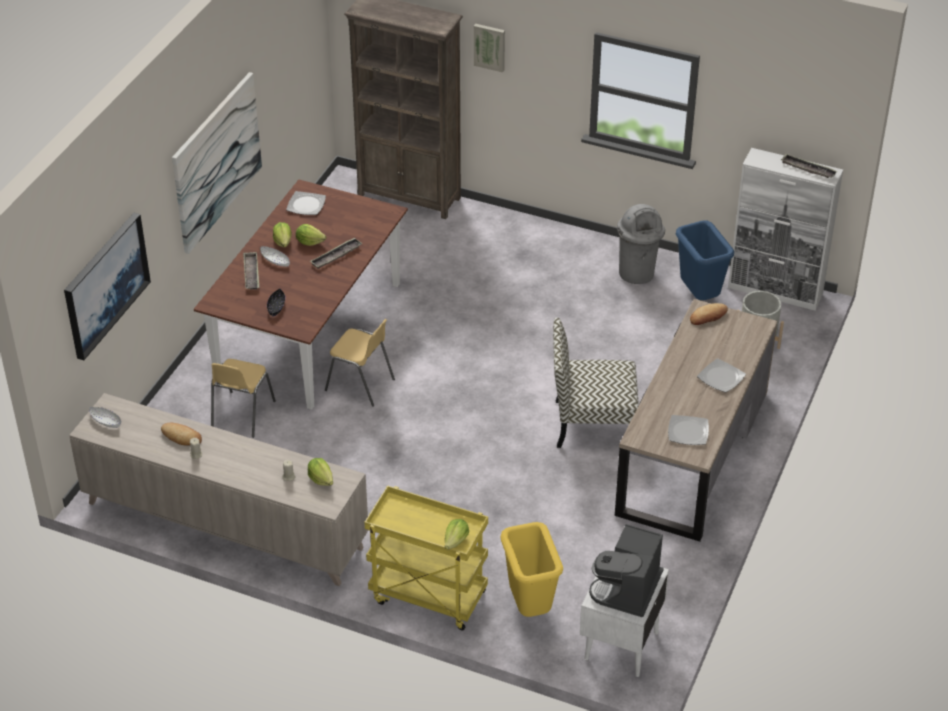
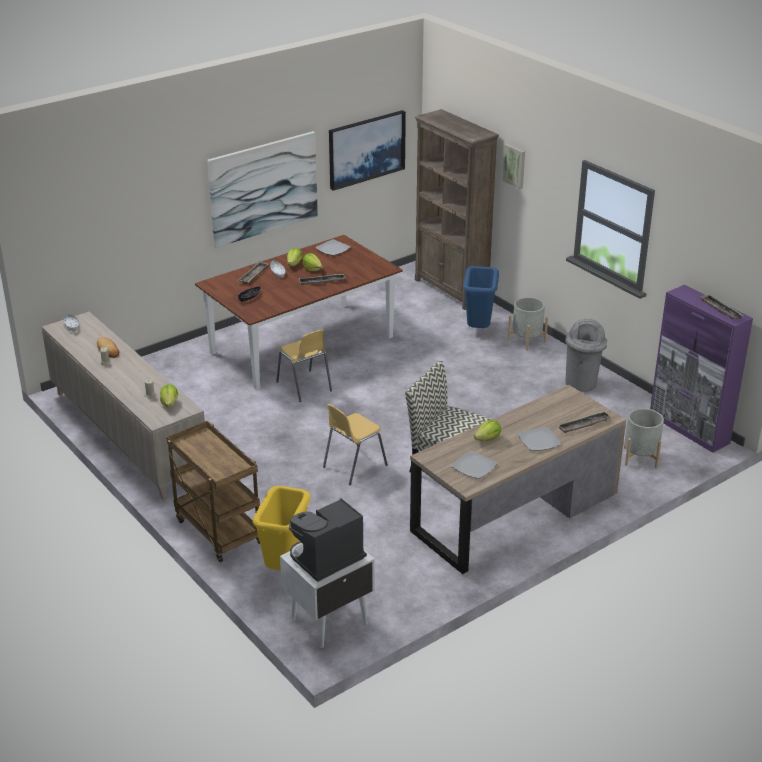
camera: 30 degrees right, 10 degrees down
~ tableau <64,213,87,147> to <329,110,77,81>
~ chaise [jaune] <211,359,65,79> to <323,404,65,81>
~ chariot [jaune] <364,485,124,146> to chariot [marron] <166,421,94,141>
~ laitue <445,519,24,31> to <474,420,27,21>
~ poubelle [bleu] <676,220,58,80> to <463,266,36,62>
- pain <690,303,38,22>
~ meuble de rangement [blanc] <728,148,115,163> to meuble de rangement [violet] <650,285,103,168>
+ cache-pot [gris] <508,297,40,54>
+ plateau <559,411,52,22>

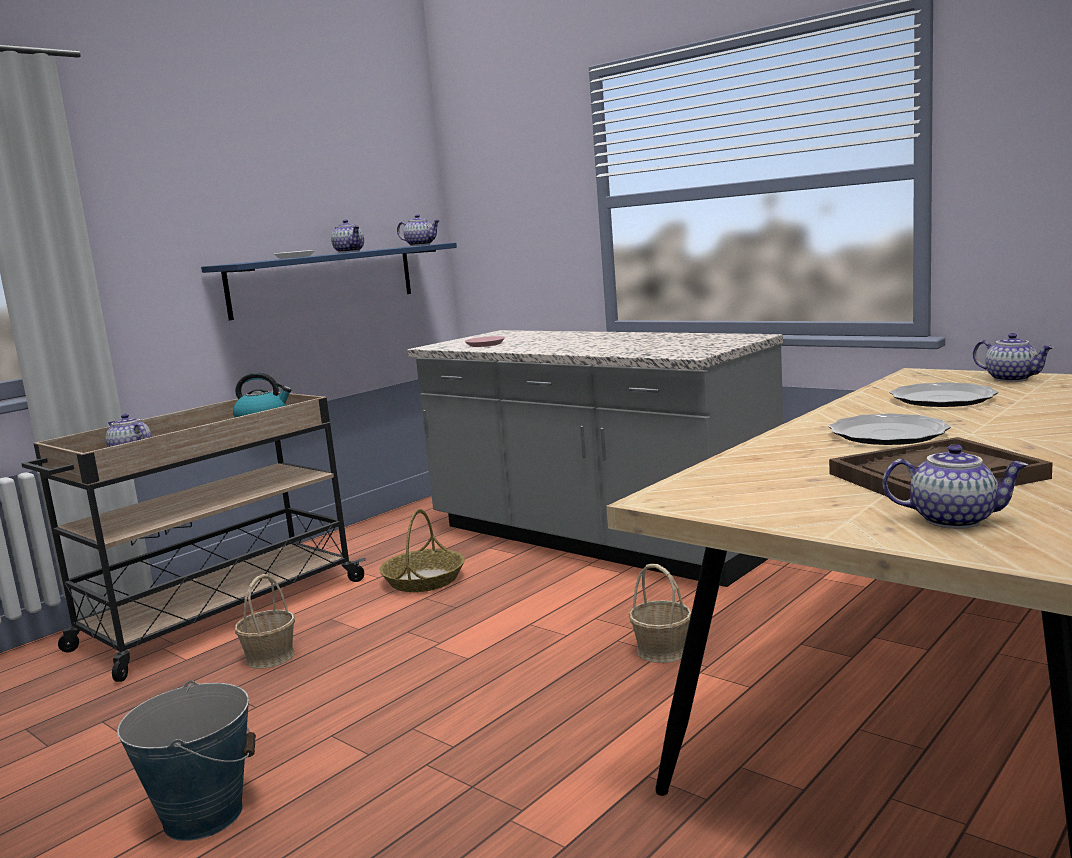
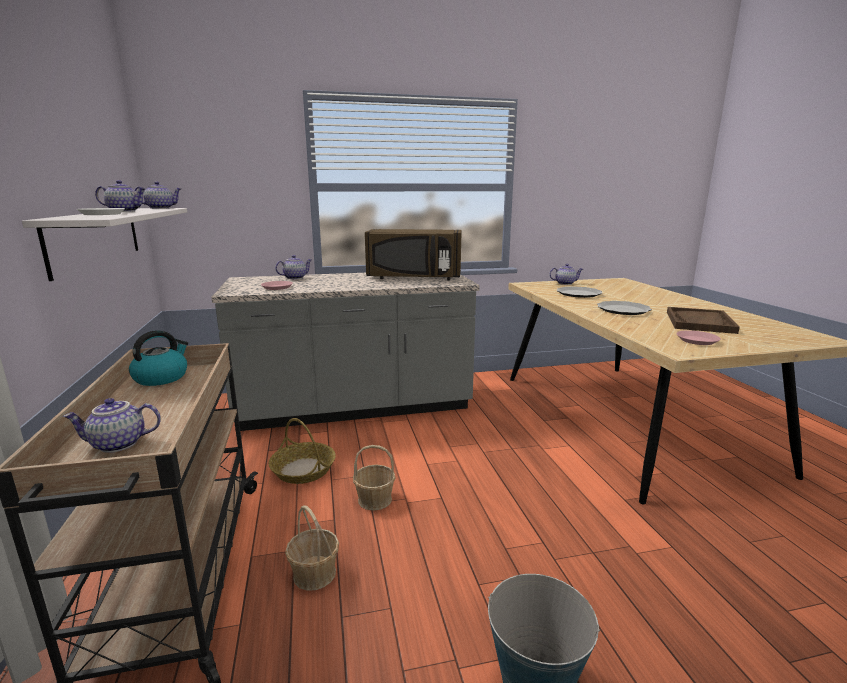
camera: 55 degrees left, 5 degrees up
~ étagère [bleu] <201,243,256,77> to étagère [blanc] <22,208,165,73>
~ panier <629,564,62,99> to <353,445,43,66>
~ théière <883,444,146,85> to <275,255,36,24>
+ micro-ondes [marron] <365,229,97,51>
+ assiette [rose] <677,330,44,15>

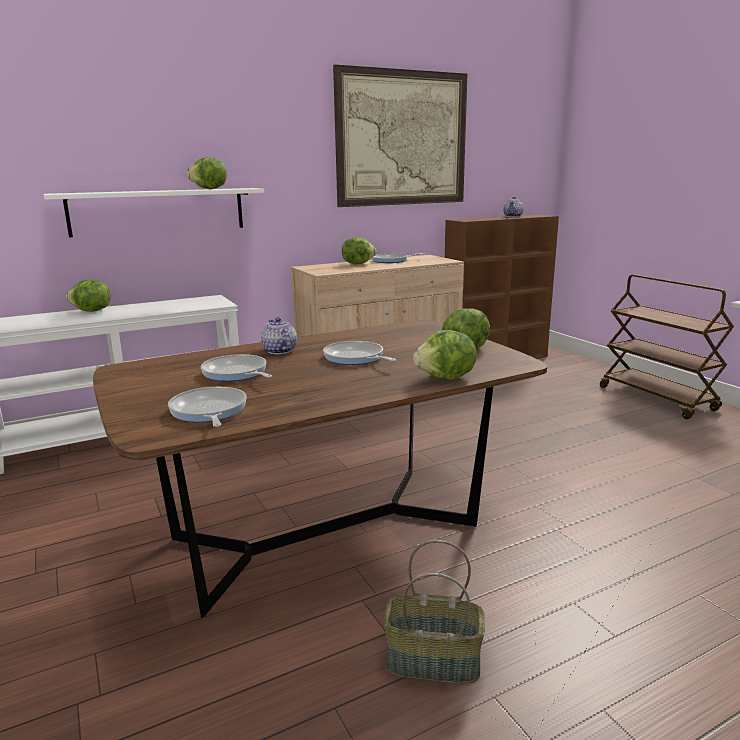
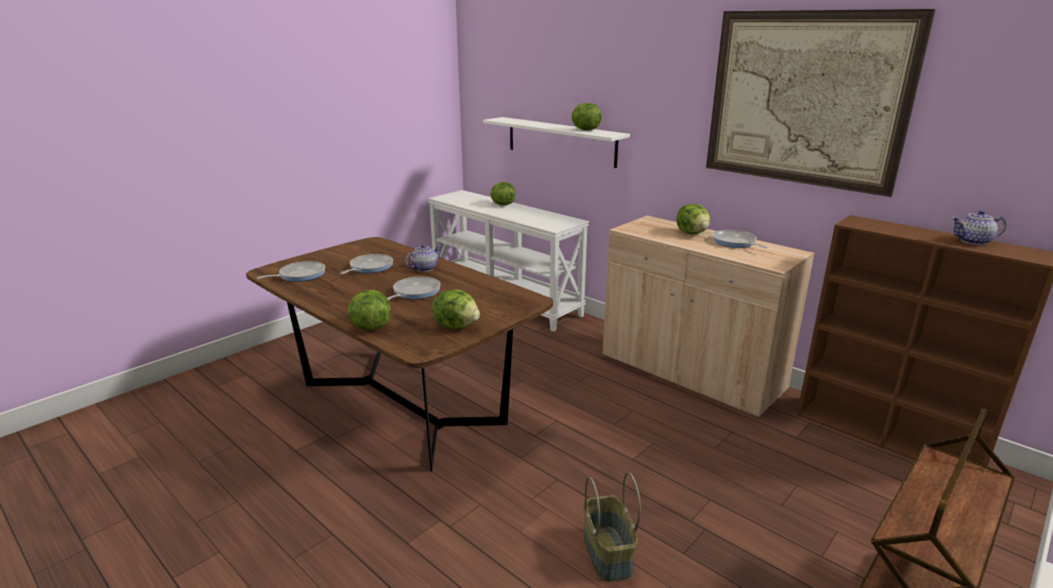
camera: 70 degrees right, 5 degrees up
~ panier <384,540,101,144> to <584,472,57,110>

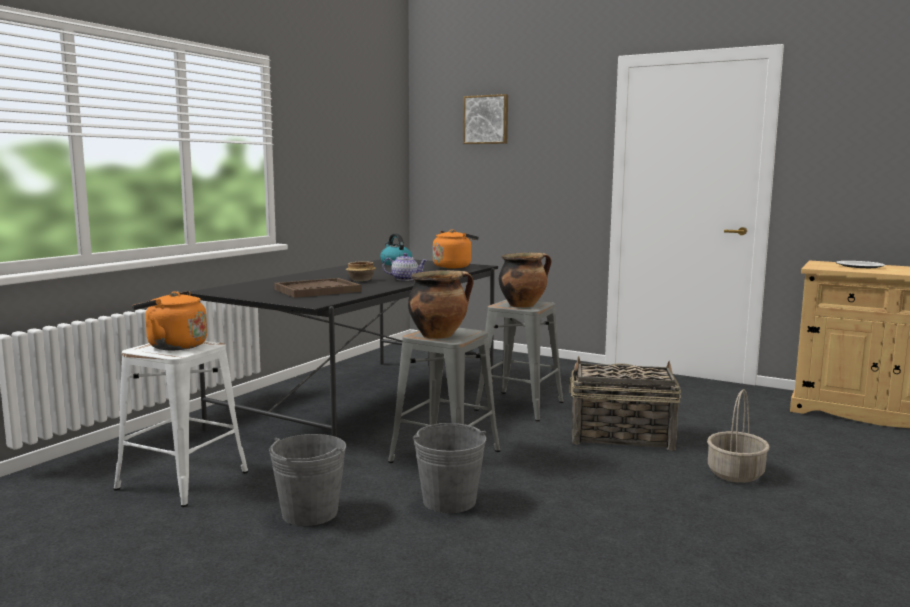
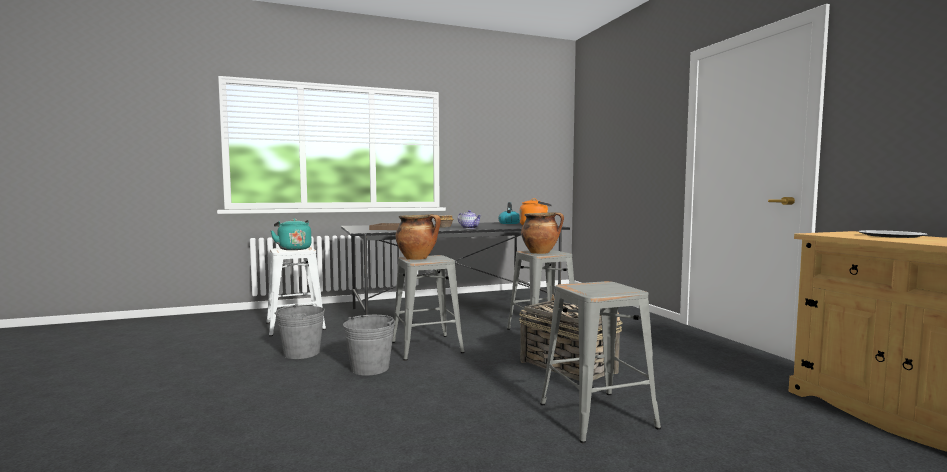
camera: 40 degrees right, 5 degrees down
~ bouilloire [orange] <132,291,75,59> to bouilloire [turquoise] <271,219,41,31>
- tableau <463,94,45,50>
~ panier <707,389,62,94> to tabouret [gris] <540,281,121,162>

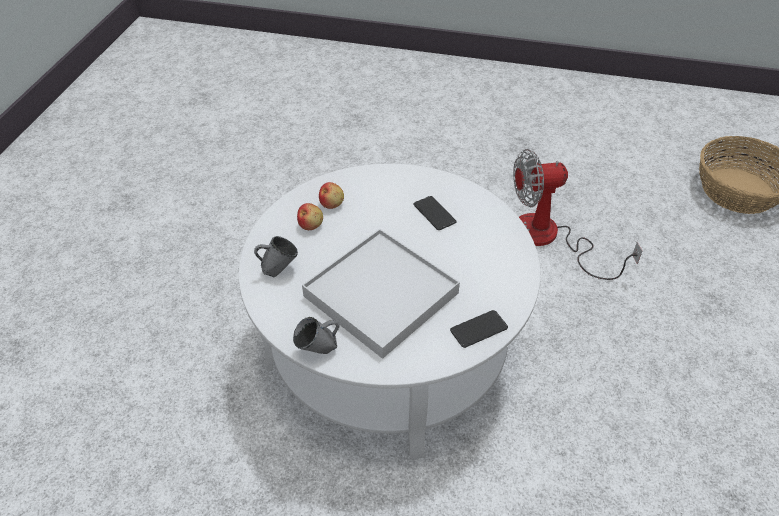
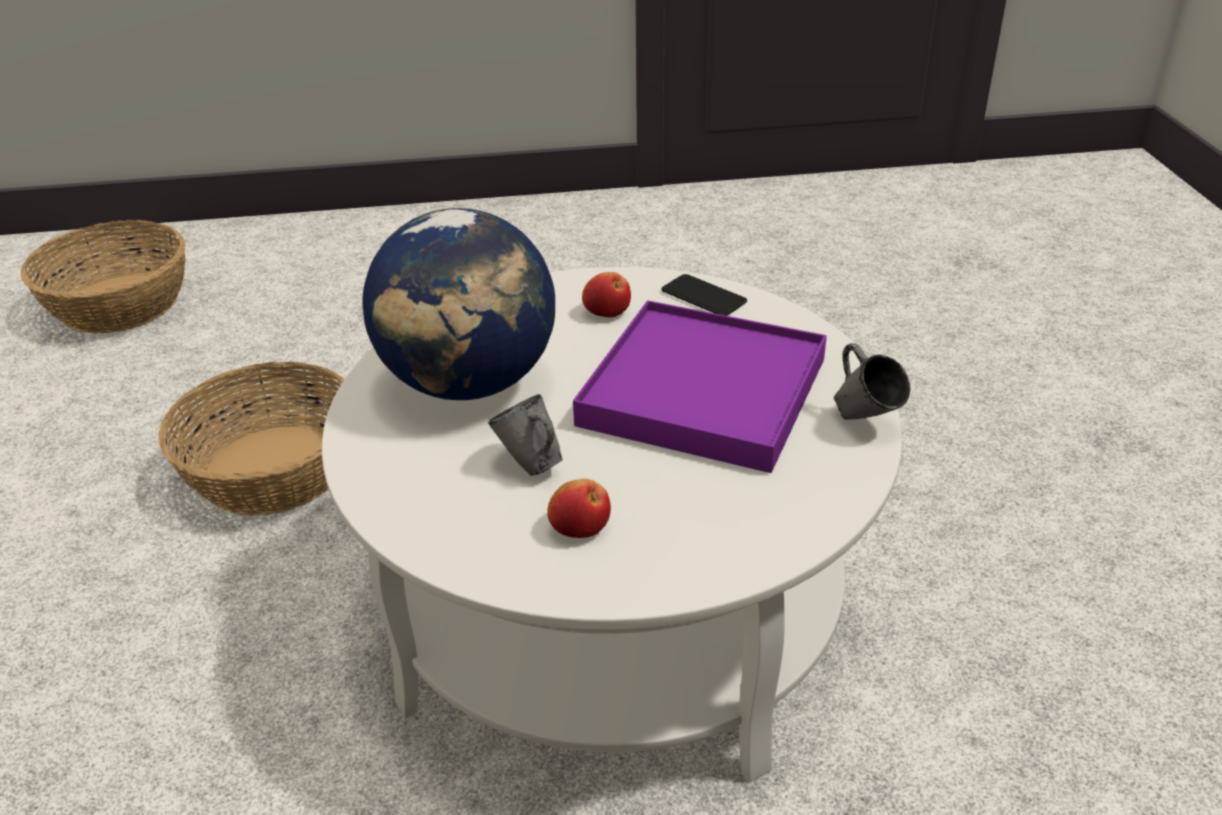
camera: 110 degrees left, 10 degrees down
~ mug [gris] <254,236,44,41> to <488,394,75,82>
~ plateau [blanc] <302,229,158,130> to plateau [violet] <573,300,254,173>
~ pomme <319,182,25,27> to <582,272,49,45>
~ téléphone <413,196,43,34> to globe <363,208,192,192>
~ ventilateur <513,149,129,131> to panier <159,362,186,153>

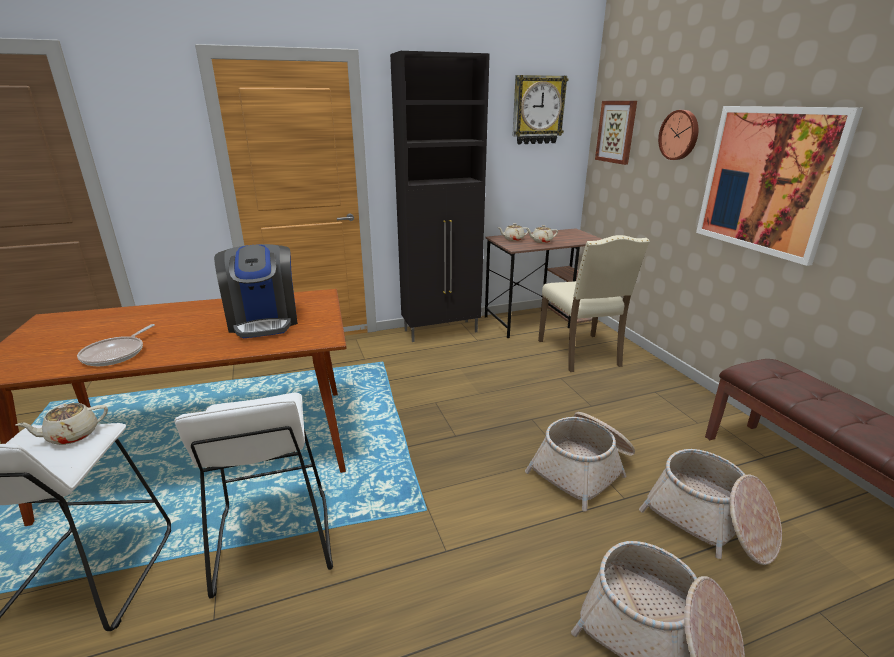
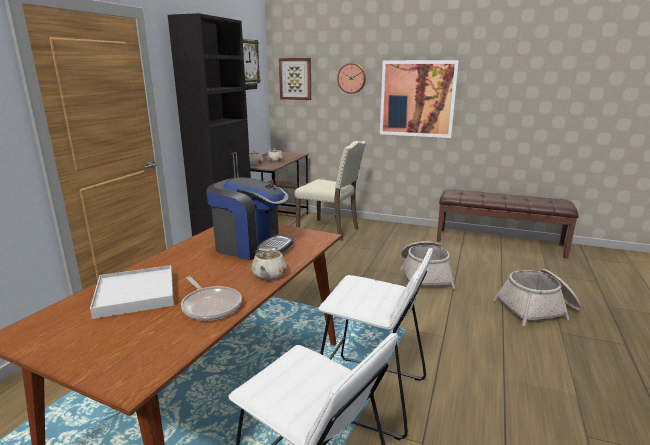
camera: 50 degrees left, 5 degrees down
~ théière [beige] <16,403,92,42> to <251,248,36,32>
- panier <639,449,143,116>
+ plateau [blanc] <90,265,84,54>

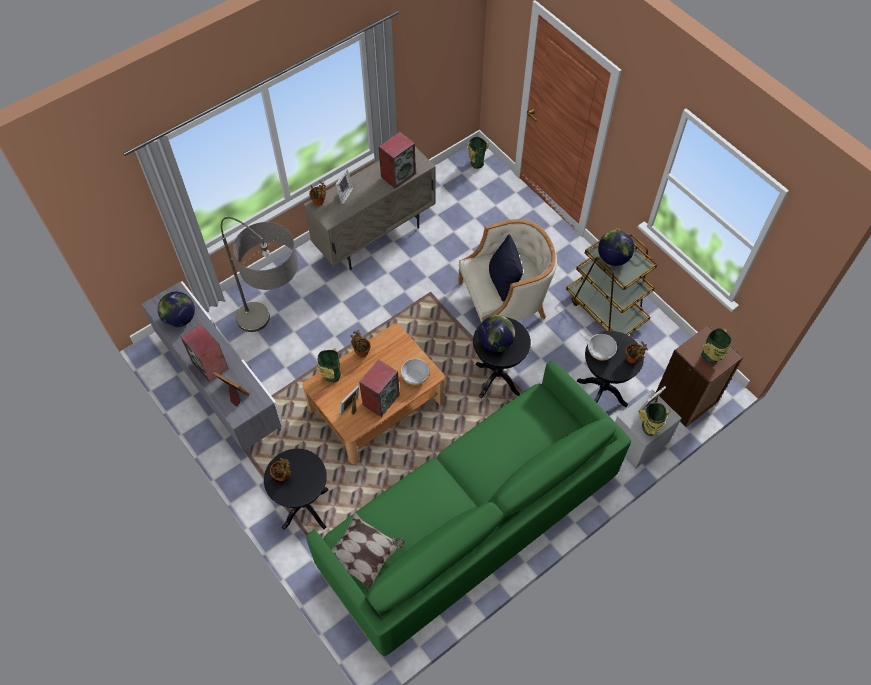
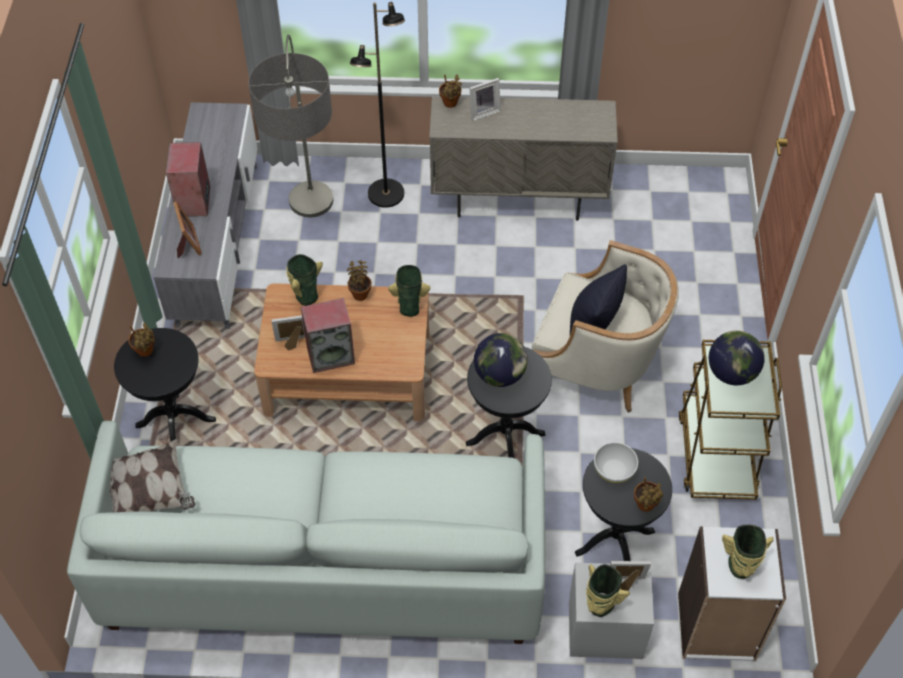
camera: 40 degrees right, 5 degrees down
- globe <158,292,37,35>
~ canapé [vert] <306,361,325,295> to canapé [blanc] <67,421,478,223>
- enceinte <379,132,37,57>
- bol [blanc] <401,359,28,26>
~ vase <468,137,22,32> to <388,265,42,52>
~ bibliothèque [marron] <656,324,88,103> to bibliothèque [blanc] <678,526,108,135>
+ lampadaire [noir] <350,2,55,206>

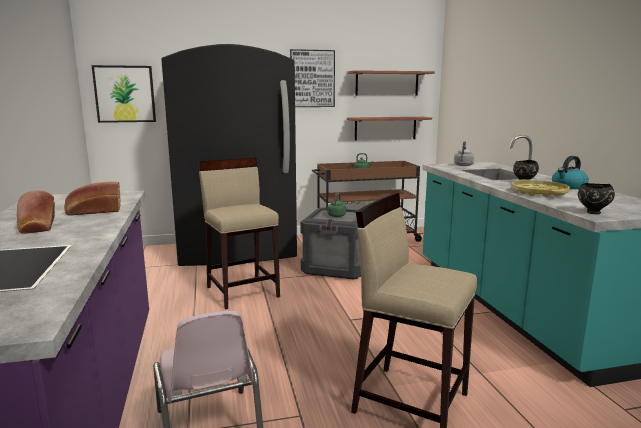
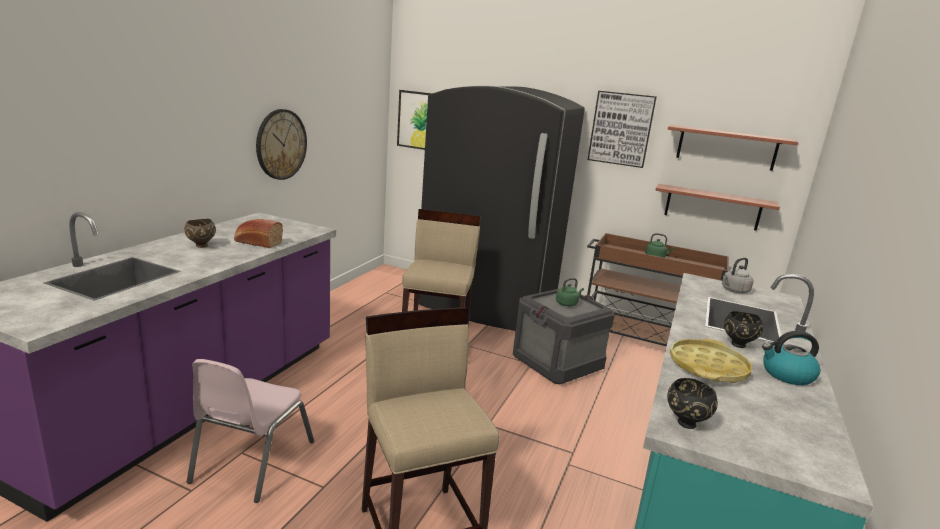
camera: 35 degrees right, 5 degrees up
~ pain <17,190,38,44> to bol [marron] <185,219,31,29>
+ horloge murale <256,109,51,71>

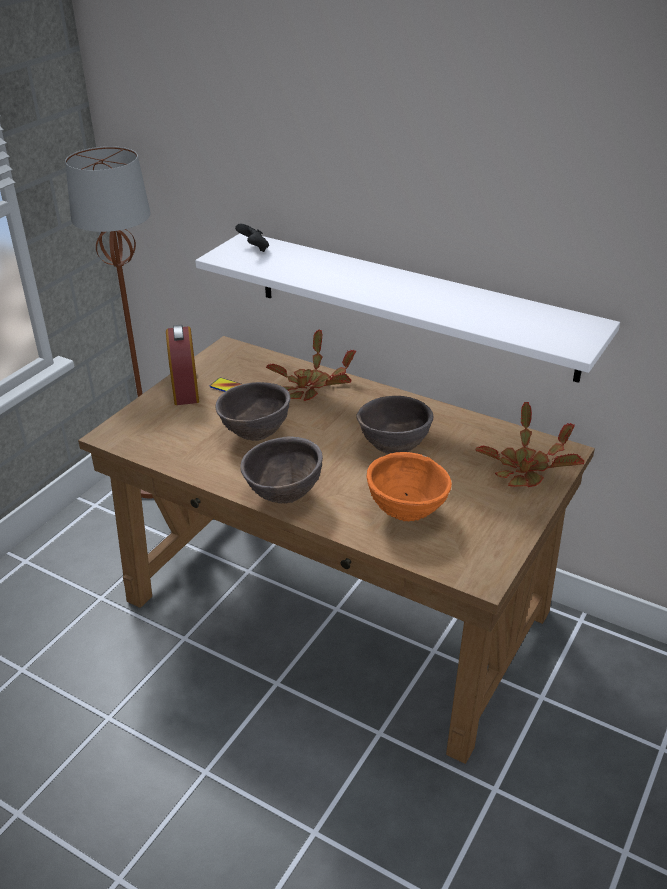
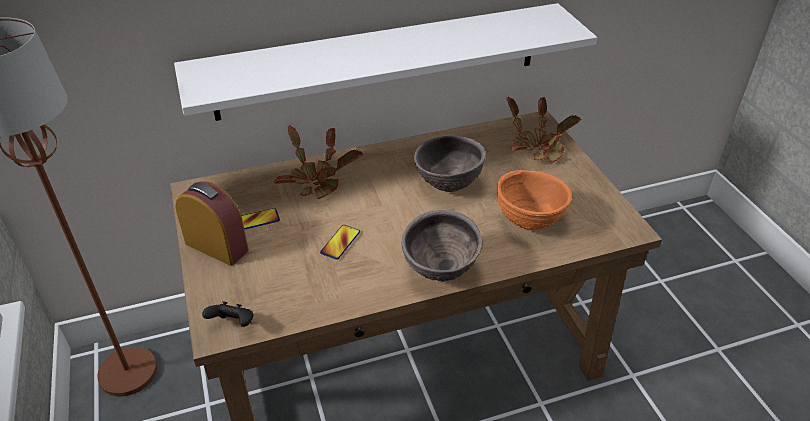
camera: 50 degrees left, 5 degrees up
~ bol [marron] <215,382,76,59> to téléphone <320,225,40,35>
~ manette [noir] <235,224,34,28> to <202,301,52,26>

